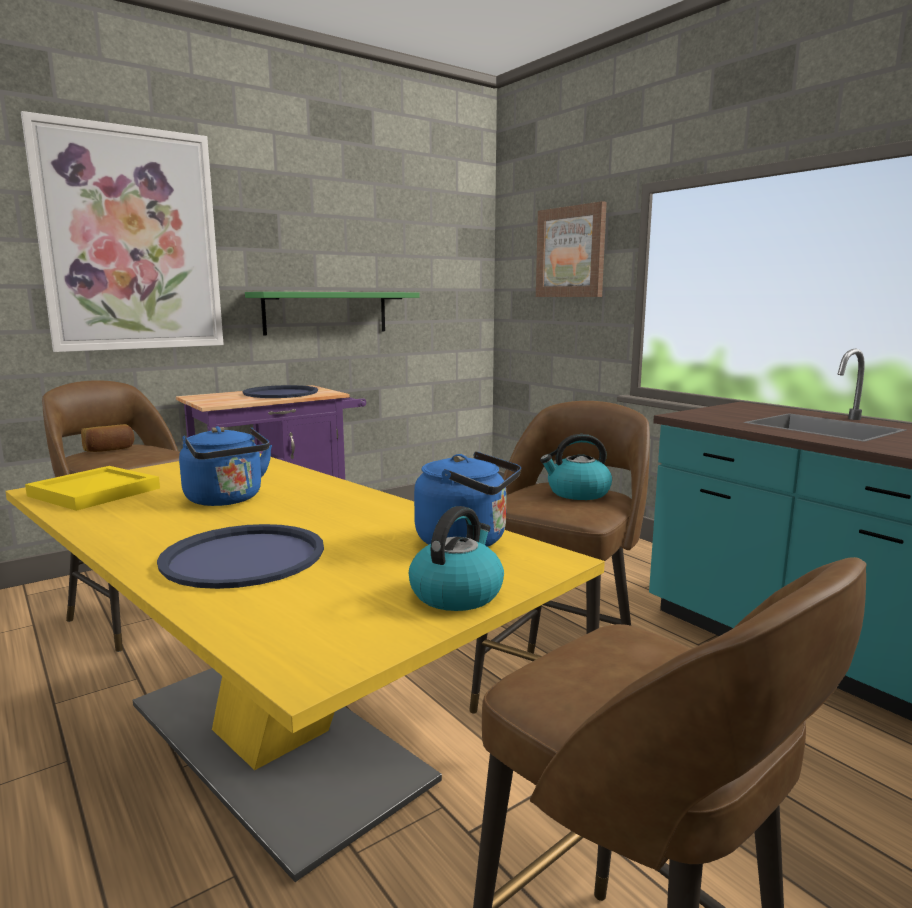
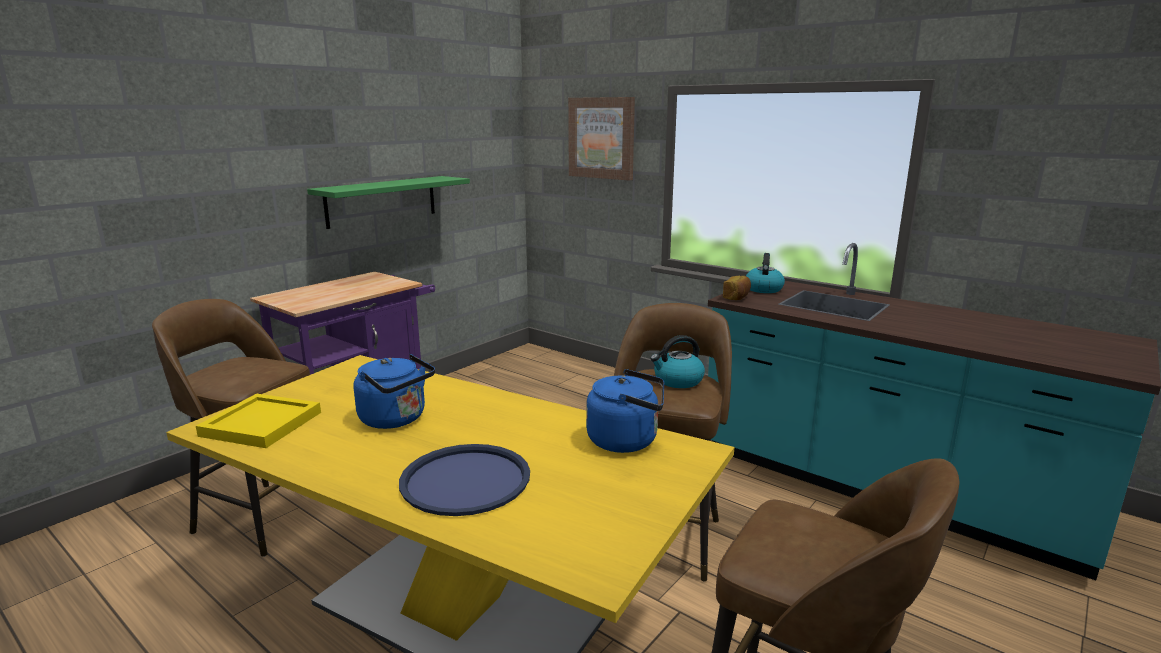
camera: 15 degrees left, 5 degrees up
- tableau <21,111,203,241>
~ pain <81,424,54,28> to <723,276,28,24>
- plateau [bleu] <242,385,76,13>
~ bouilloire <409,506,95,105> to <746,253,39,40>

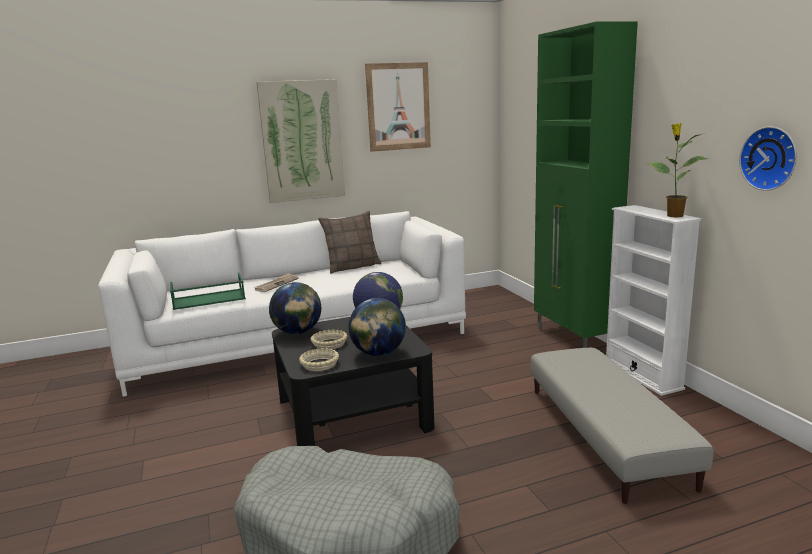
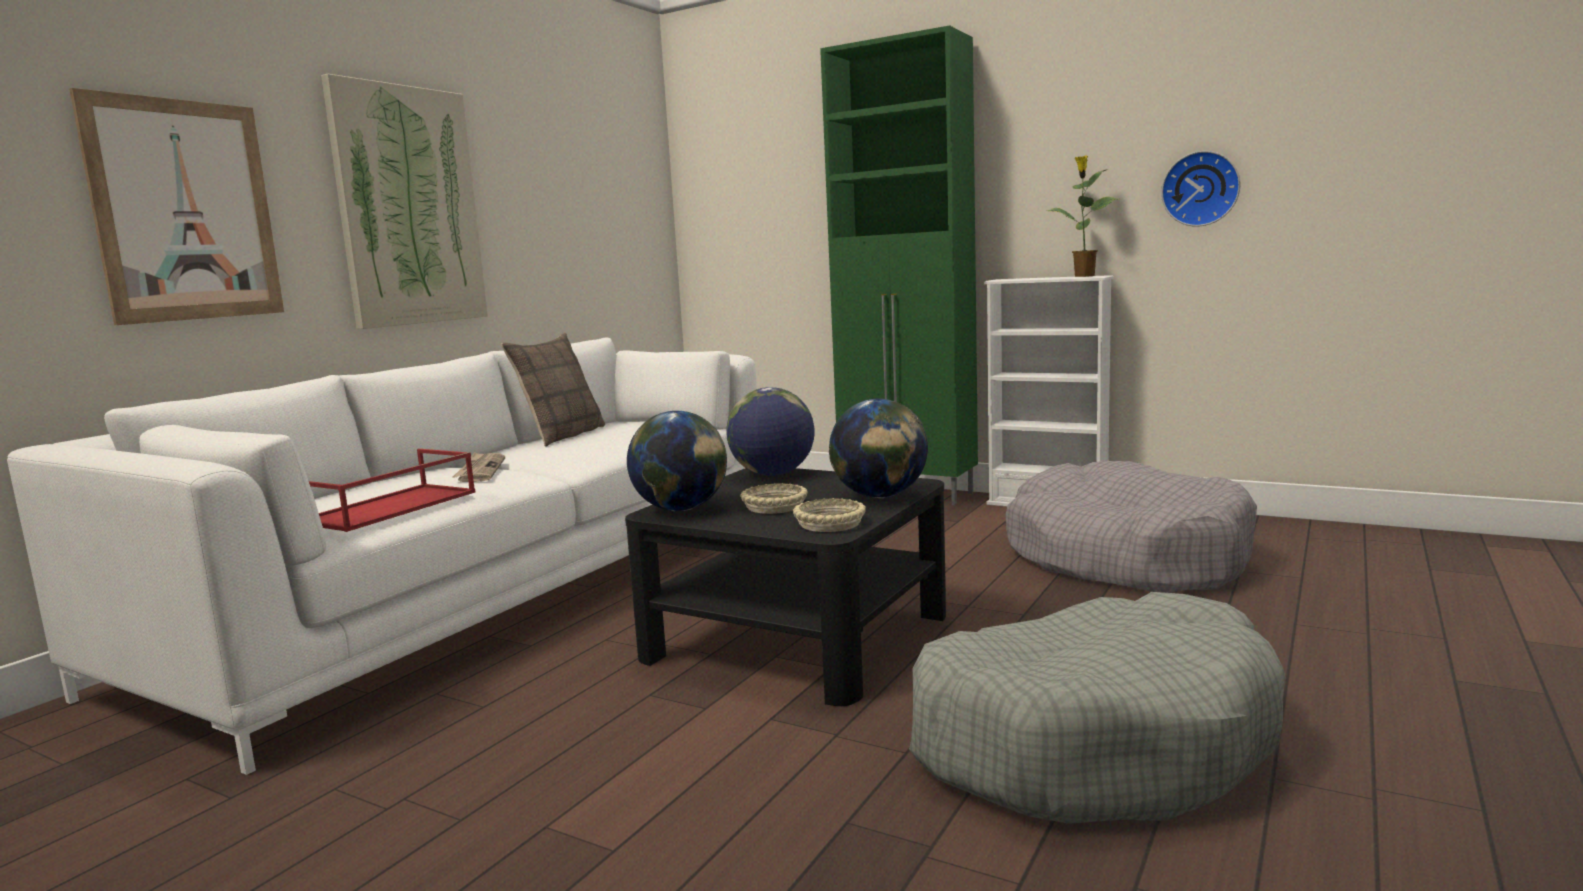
camera: 40 degrees left, 5 degrees down
~ plateau [vert] <170,273,76,37> to plateau [rouge] <309,449,166,83>
~ tableau <365,62,66,90> to <69,88,215,237>
~ pouf [gris] <531,348,183,156> to panier pour chien [gris] <1006,461,251,132>

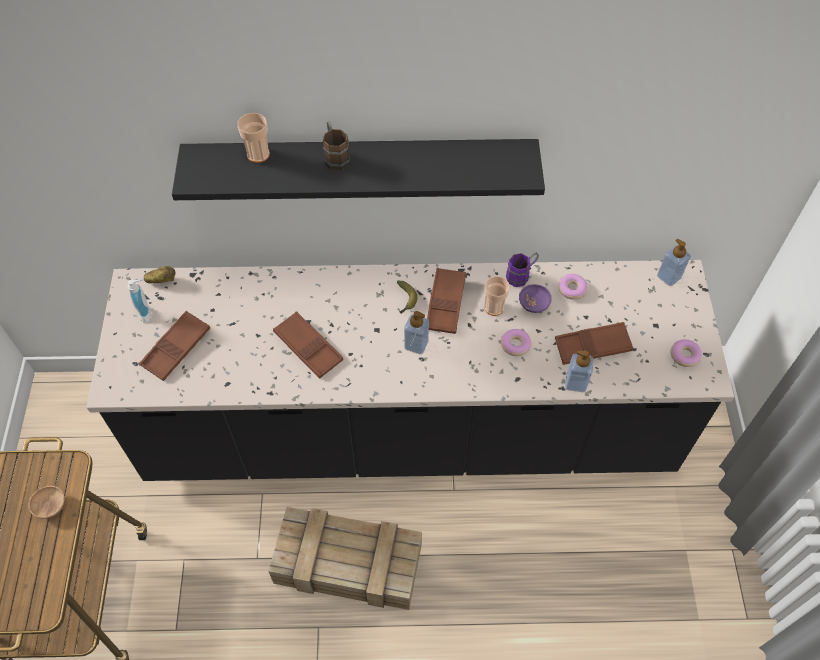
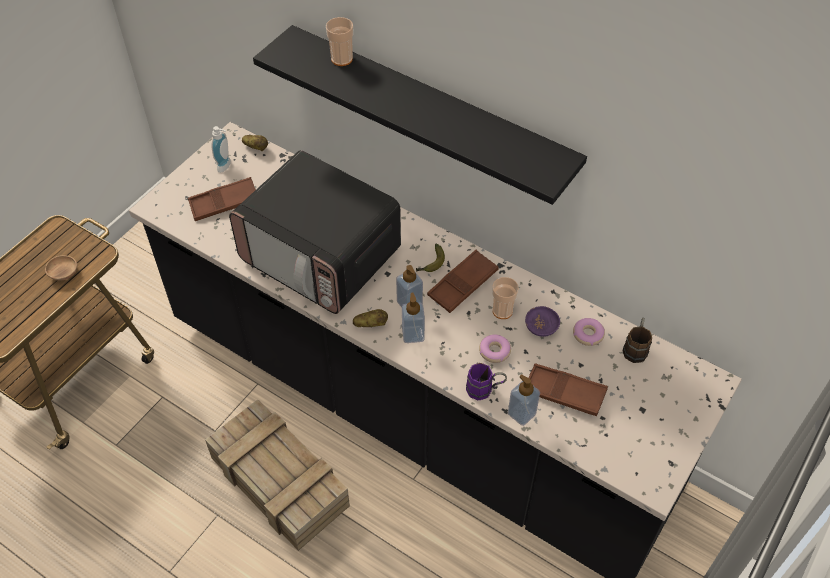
camera: 35 degrees right, 5 degrees down
~ plateau [marron] <273,311,70,68> to micro-ondes <229,150,172,164>
~ mug [marron] <323,121,28,50> to <622,318,30,45>
~ mug [violet] <506,252,33,35> to <466,363,41,37>
~ distributeur de savon <657,239,34,47> to <402,293,23,50>
- beignet <671,339,31,28>
+ pomme de terre <353,309,35,18>

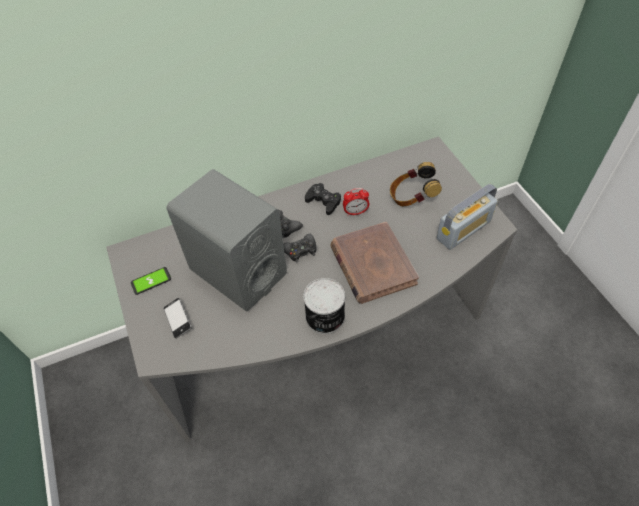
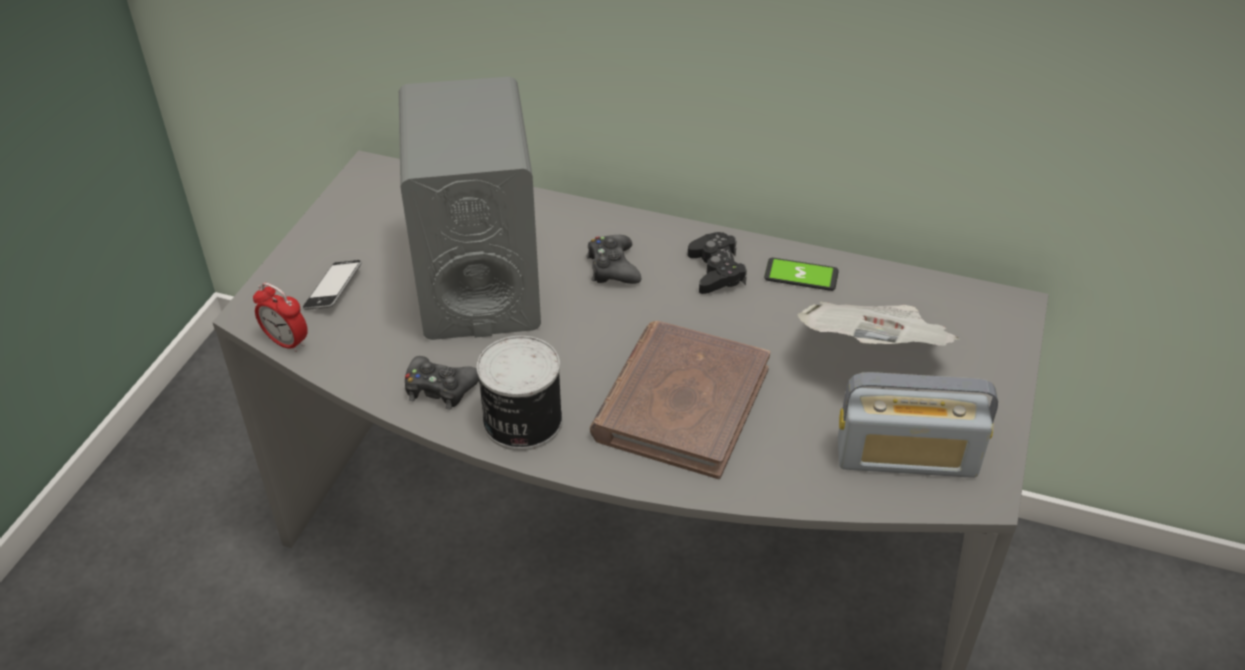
camera: 40 degrees right, 10 degrees down
~ téléphone <131,267,40,28> to <764,258,75,33>
~ manette [noir] <283,234,33,29> to <405,356,74,54>
~ réveil <343,188,26,28> to <253,283,55,69>
~ casque audio <390,162,52,44> to journal <798,302,162,44>

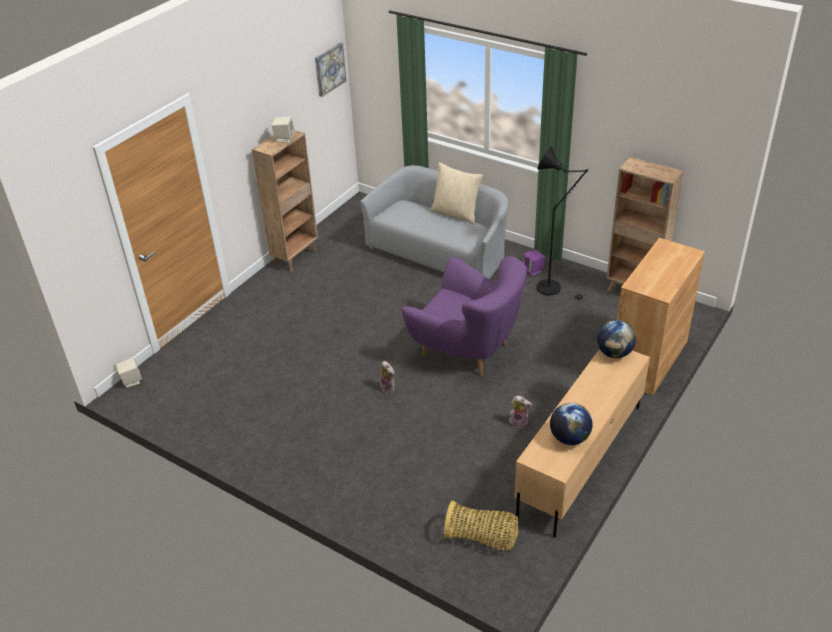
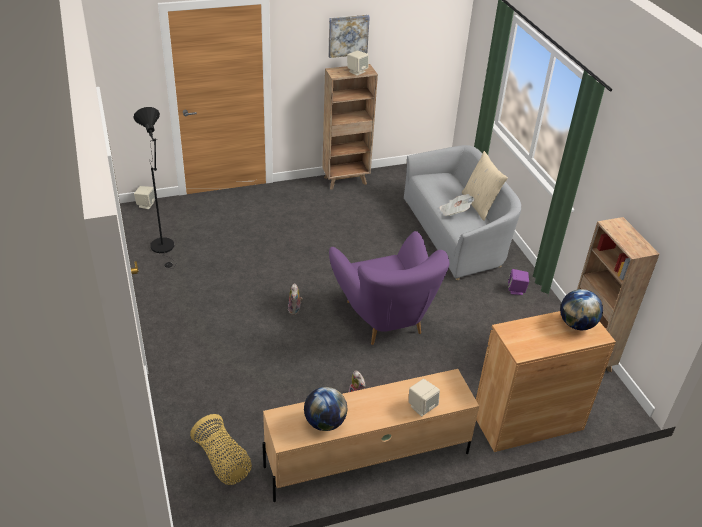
camera: 35 degrees right, 0 degrees up
~ tableau <315,42,31,55> to <328,15,42,43>
~ lampadaire [noir] <536,146,52,154> to <133,107,42,161>
~ globe <597,320,39,38> to <560,289,43,41>
+ enceinte [beige] <409,379,31,38>
+ journal <440,194,35,22>

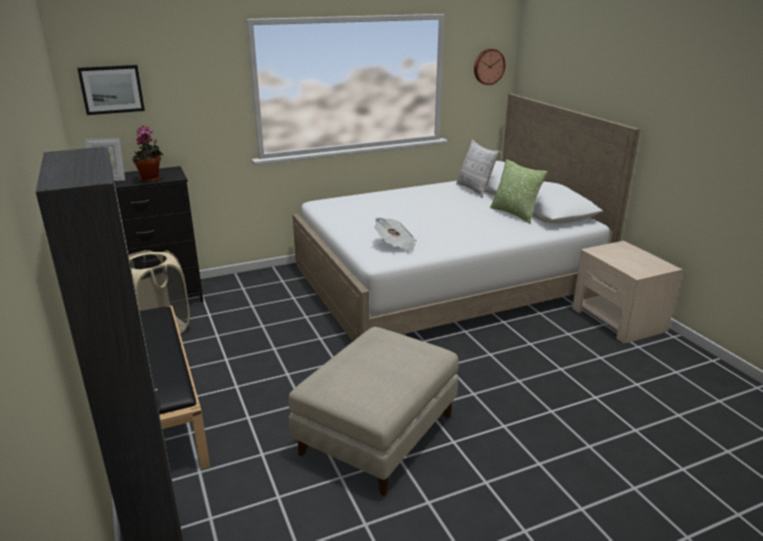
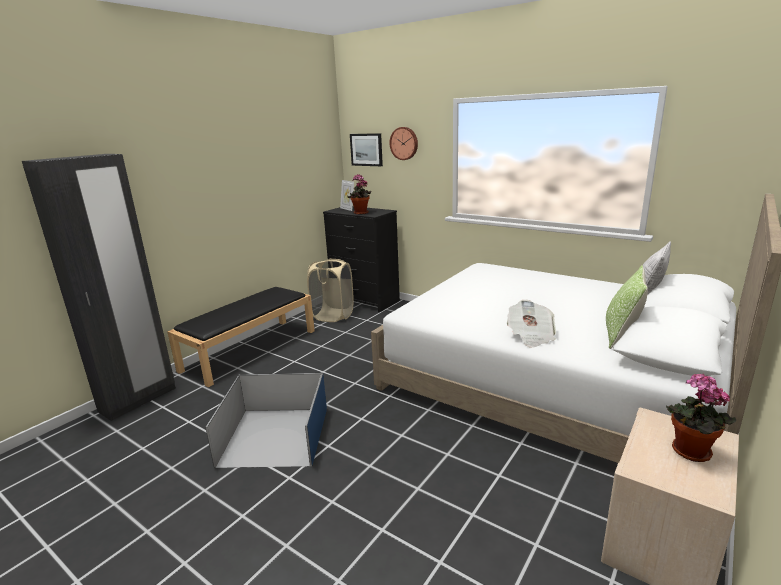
camera: 60 degrees right, 5 degrees down
~ pouf [beige] <289,327,170,169> to boîte de rangement [bleu] <205,373,122,95>
~ journal <374,217,43,35> to <506,300,50,48>
~ horloge murale <474,49,32,36> to <389,127,29,33>
+ plante en pot <666,374,70,88>

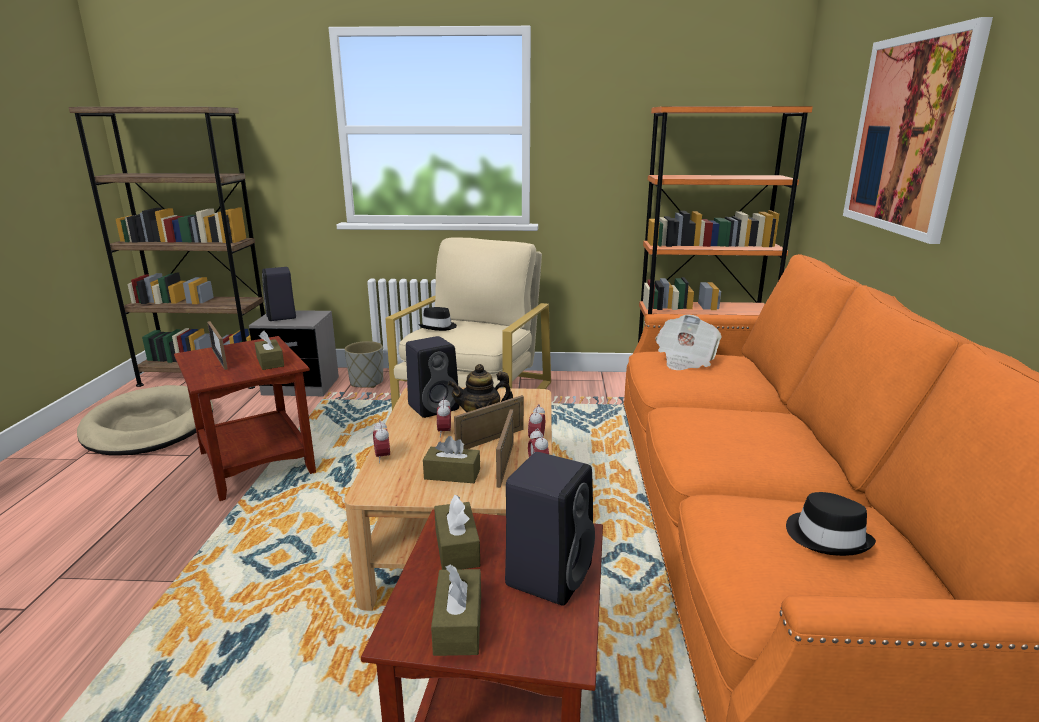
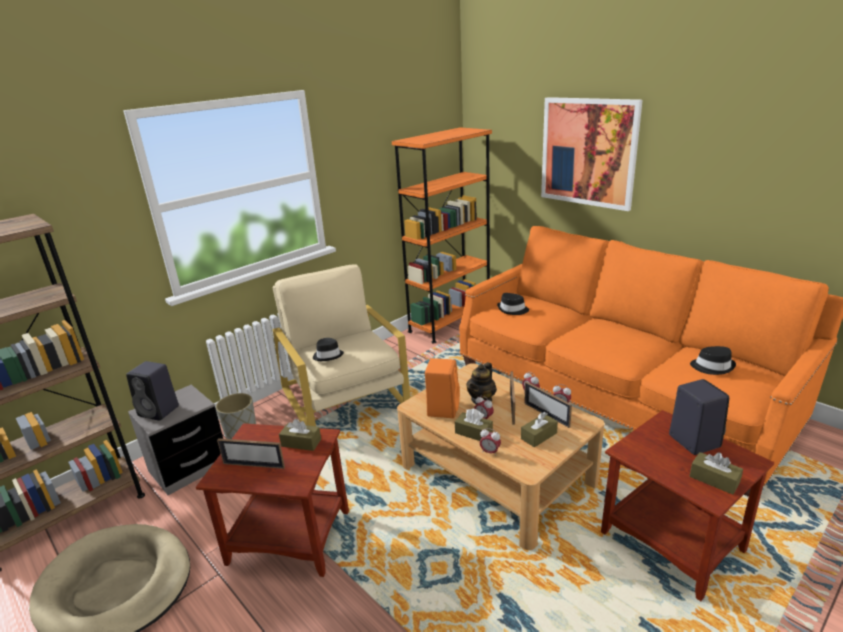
camera: 45 degrees left, 5 degrees up
~ enceinte [noir] <406,336,53,82> to enceinte [orange] <425,358,35,60>
~ boîte à mouchoirs [marron] <434,495,46,75> to <455,409,38,32>
~ journal <655,314,66,56> to chapeau [noir] <497,293,32,22>

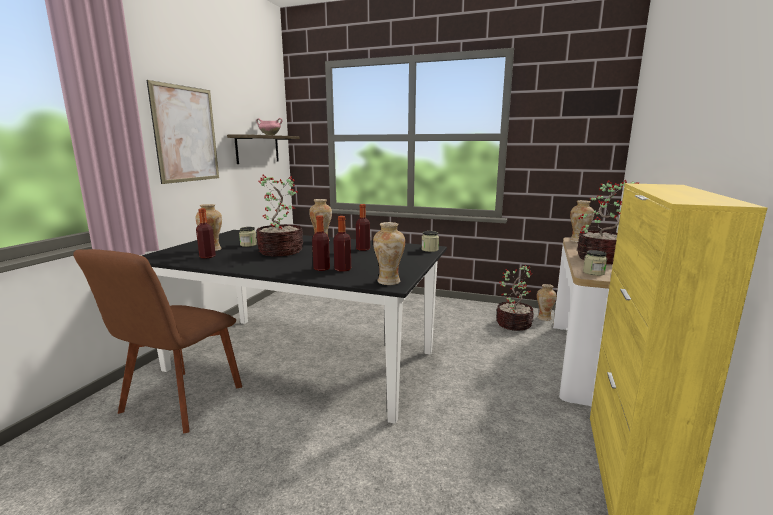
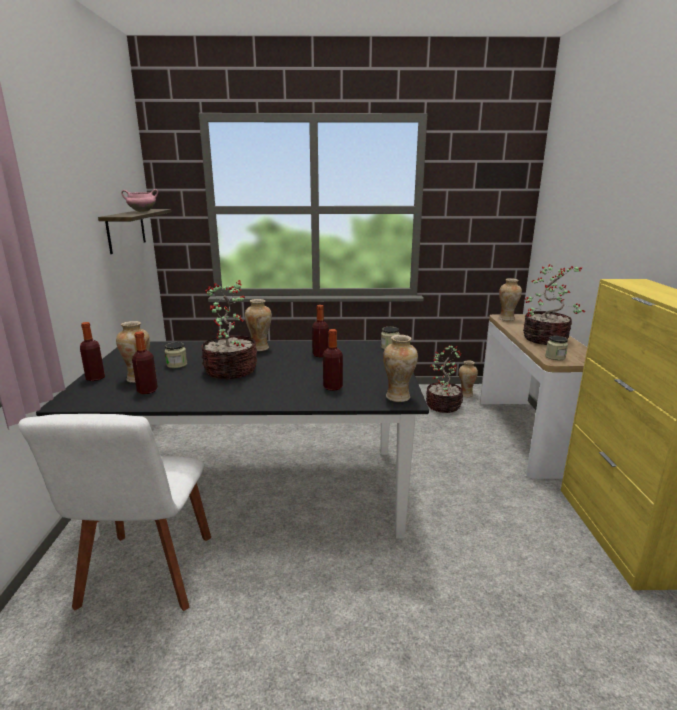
camera: 20 degrees left, 5 degrees up
~ chaise [marron] <73,249,169,185> to chaise [blanc] <18,414,193,197>
- tableau <147,80,72,104>
~ bouteille <312,215,18,56> to <80,322,25,59>

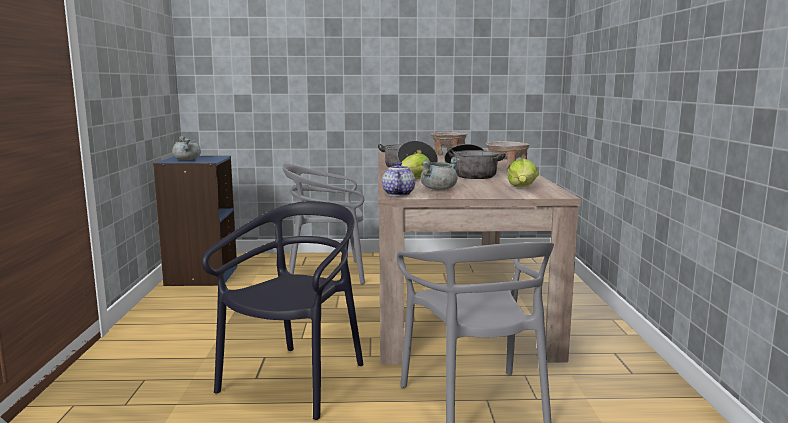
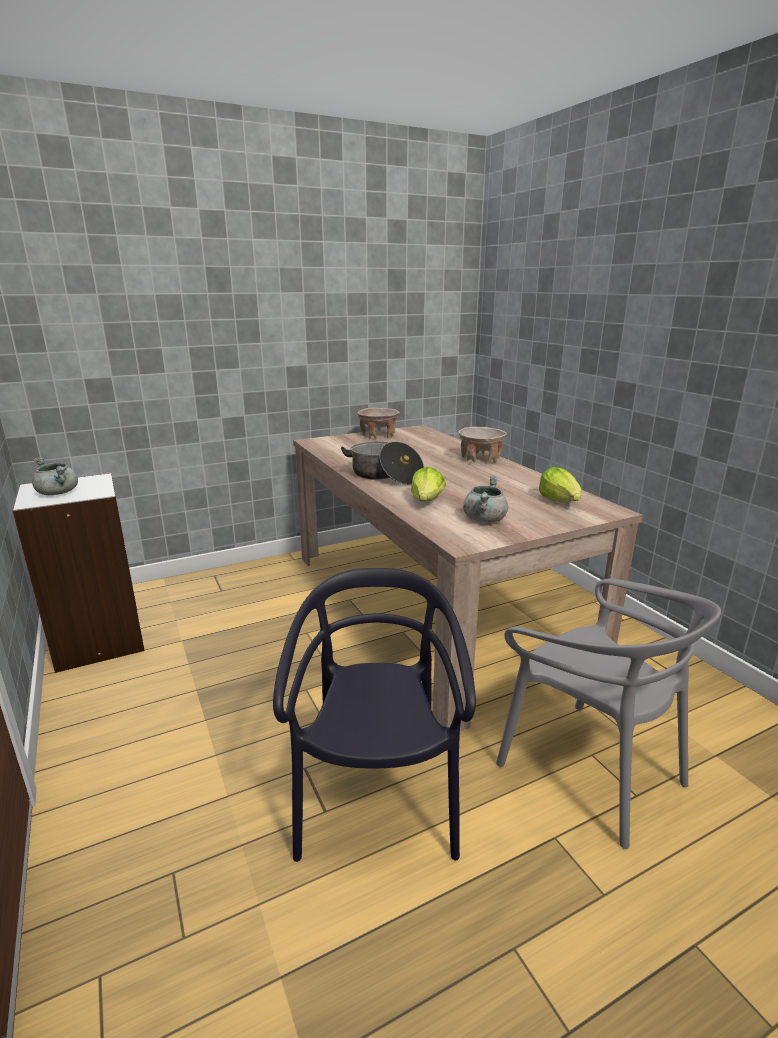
camera: 25 degrees left, 10 degrees up
~ bibliothèque [bleu] <153,156,84,130> to bibliothèque [blanc] <12,472,133,201>
- chaise [gris] <282,164,83,120>
- théière <382,162,33,34>
- marmite <445,144,61,35>

